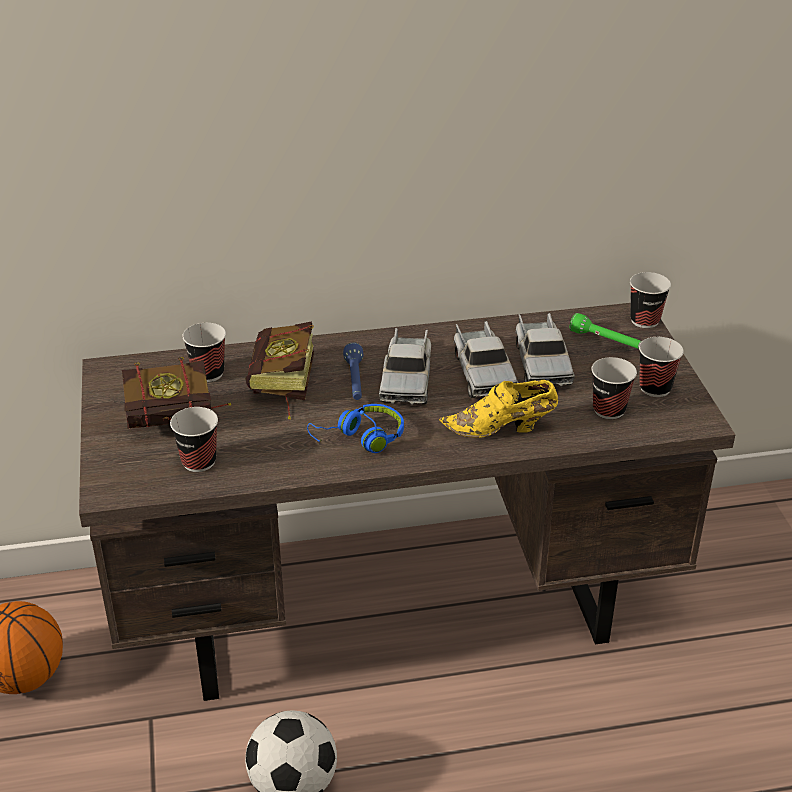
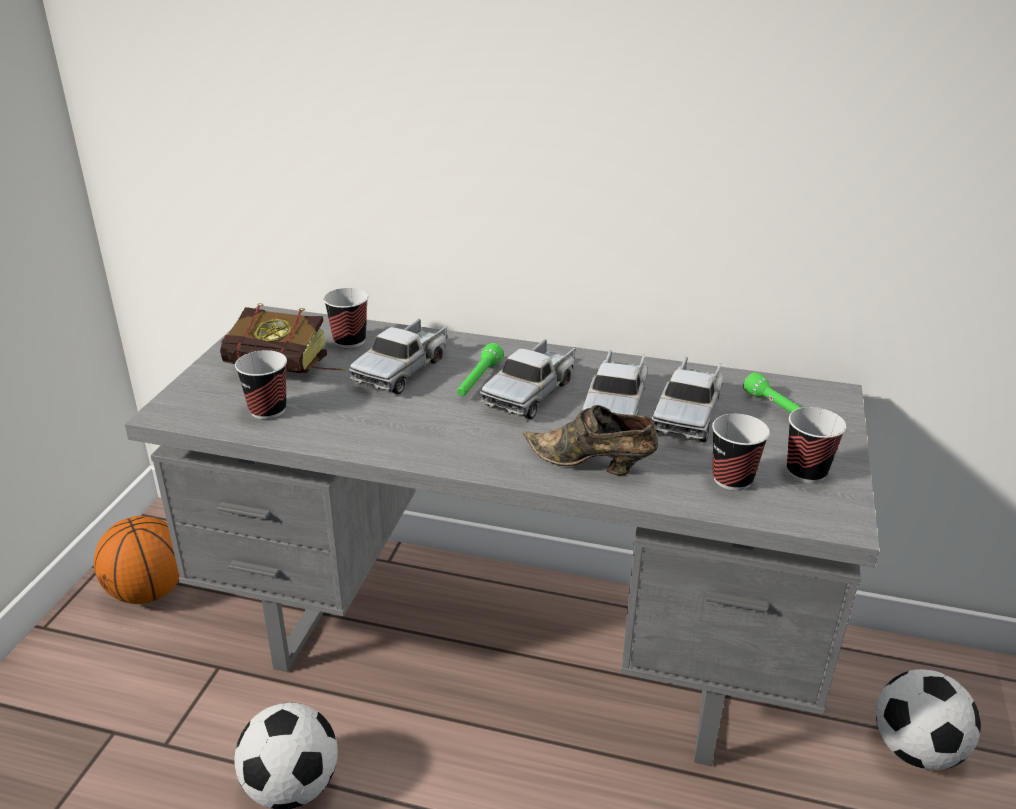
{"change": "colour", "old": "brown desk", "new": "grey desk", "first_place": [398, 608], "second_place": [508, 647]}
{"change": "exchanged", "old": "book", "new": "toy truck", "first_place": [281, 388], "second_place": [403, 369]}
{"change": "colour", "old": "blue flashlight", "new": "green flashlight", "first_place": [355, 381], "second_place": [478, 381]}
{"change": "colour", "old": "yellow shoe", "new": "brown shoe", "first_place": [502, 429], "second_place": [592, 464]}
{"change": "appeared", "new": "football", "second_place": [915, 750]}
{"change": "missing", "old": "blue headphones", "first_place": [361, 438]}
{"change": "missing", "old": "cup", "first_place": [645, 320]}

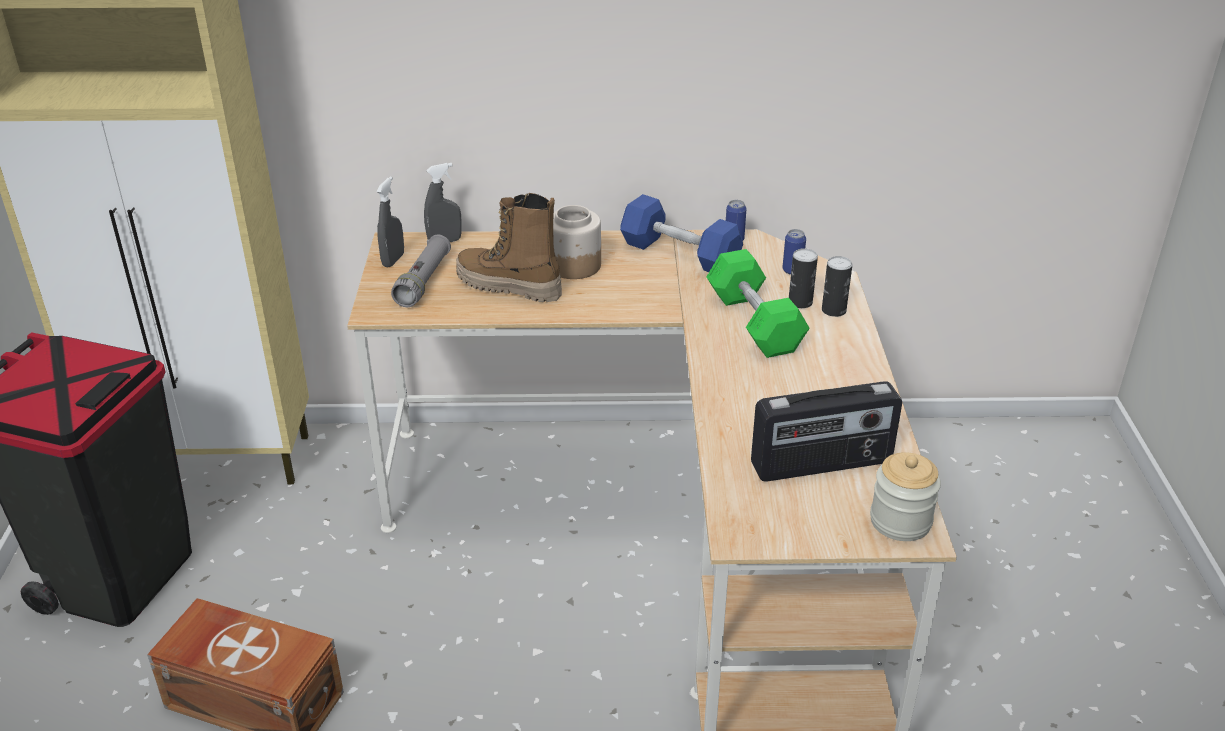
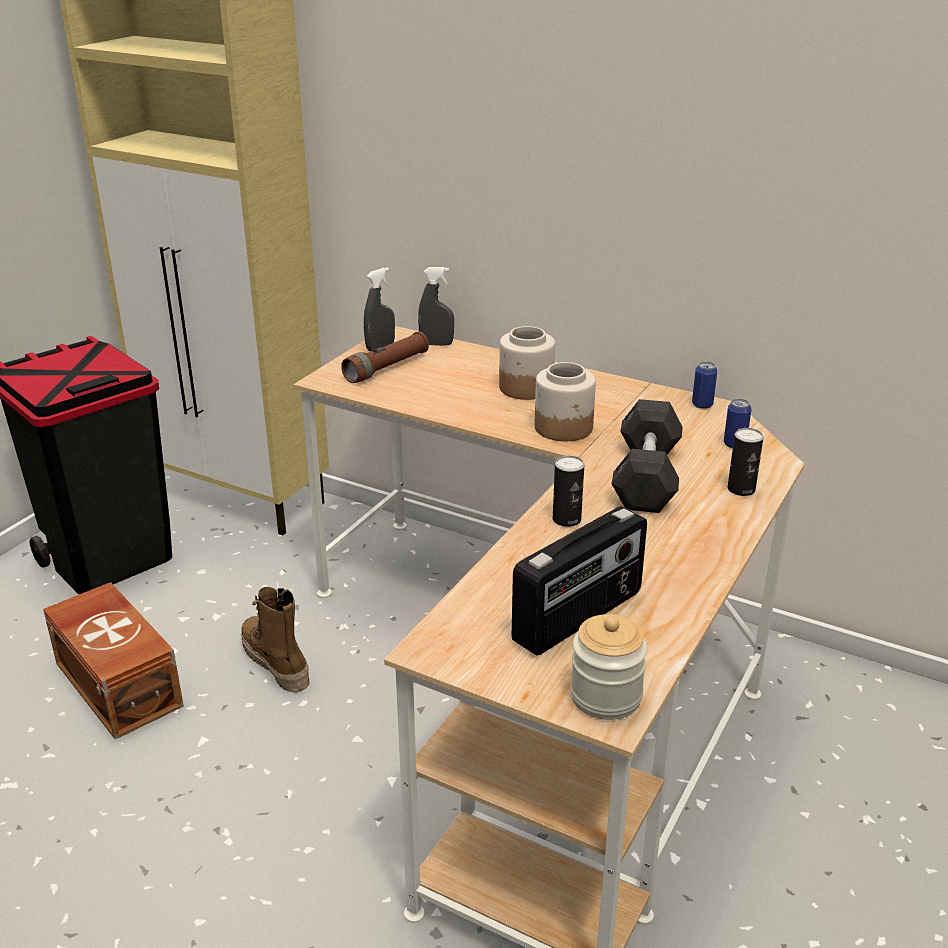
{"change": "relocated", "old": "boot", "first_place": [509, 287], "second_place": [275, 663]}
{"change": "colour", "old": "grey flashlight", "new": "brown flashlight", "first_place": [424, 281], "second_place": [387, 368]}
{"change": "spun", "old": "radio", "first_place": [822, 465], "second_place": [579, 617], "degrees": -60}
{"change": "appeared", "new": "jar", "second_place": [564, 428]}
{"change": "relocated", "old": "can", "first_place": [800, 302], "second_place": [566, 519]}
{"change": "colour", "old": "green dumbbell", "new": "grey dumbbell", "first_place": [754, 322], "second_place": [646, 477]}
{"change": "missing", "old": "blue dumbbell", "first_place": [680, 254]}

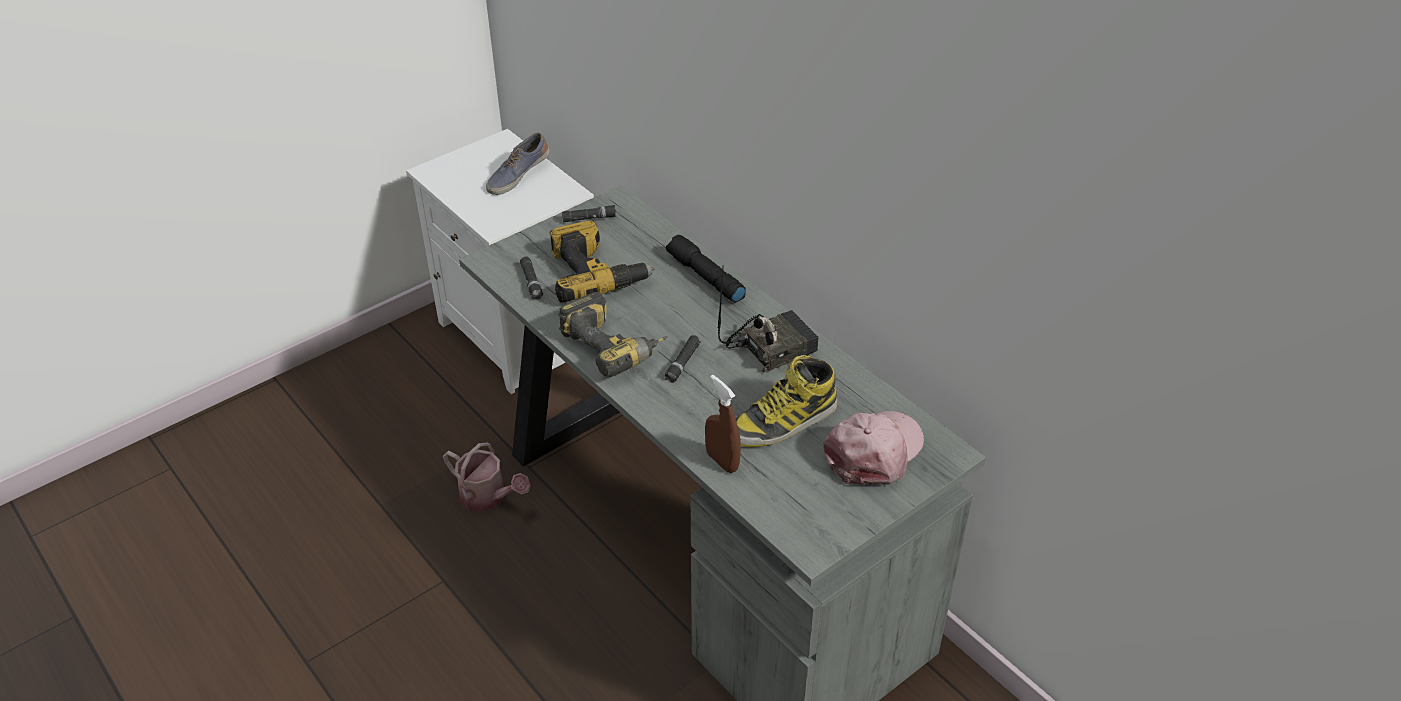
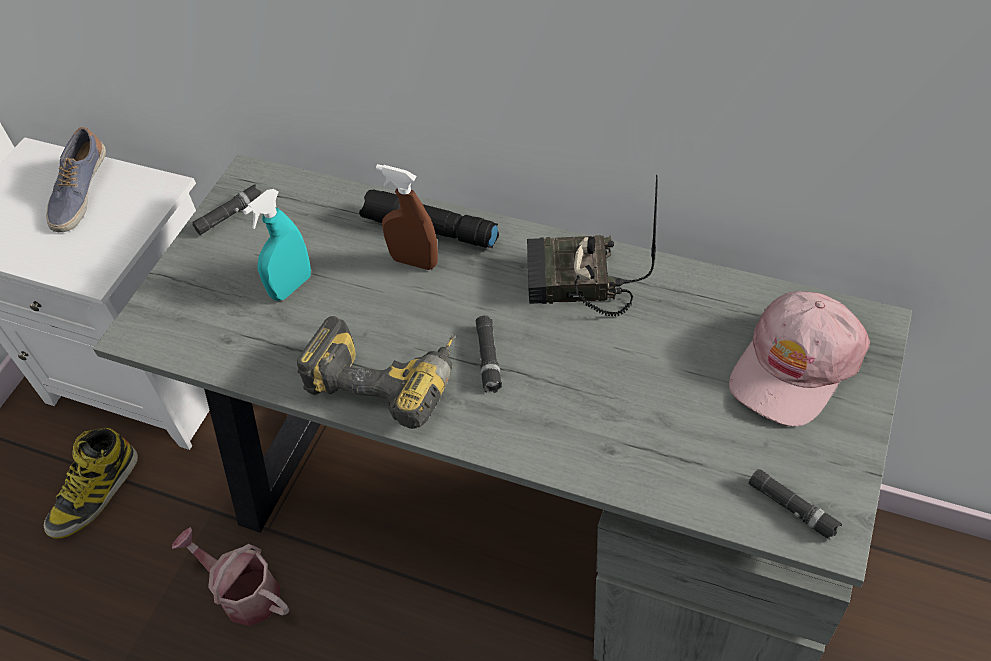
{"change": "relocated", "old": "boot", "first_place": [782, 422], "second_place": [95, 493]}
{"change": "spun", "old": "watering can", "first_place": [488, 497], "second_place": [244, 592], "degrees": -150}
{"change": "exchanged", "old": "power drill", "new": "turquoise spray bottle", "first_place": [596, 273], "second_place": [291, 286]}
{"change": "relocated", "old": "brown spray bottle", "first_place": [722, 461], "second_place": [414, 261]}
{"change": "spun", "old": "radio", "first_place": [771, 346], "second_place": [575, 285], "degrees": -120}
{"change": "spun", "old": "pink cap", "first_place": [874, 452], "second_place": [794, 366], "degrees": -150}
{"change": "relocated", "old": "black flashlight", "first_place": [531, 282], "second_place": [792, 508]}

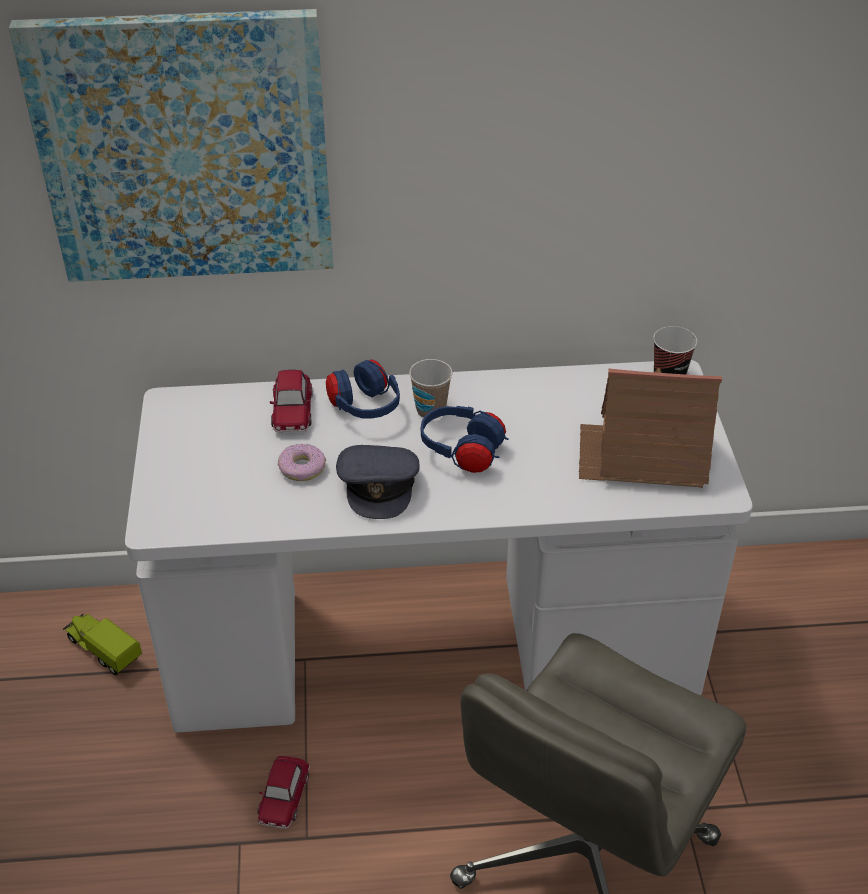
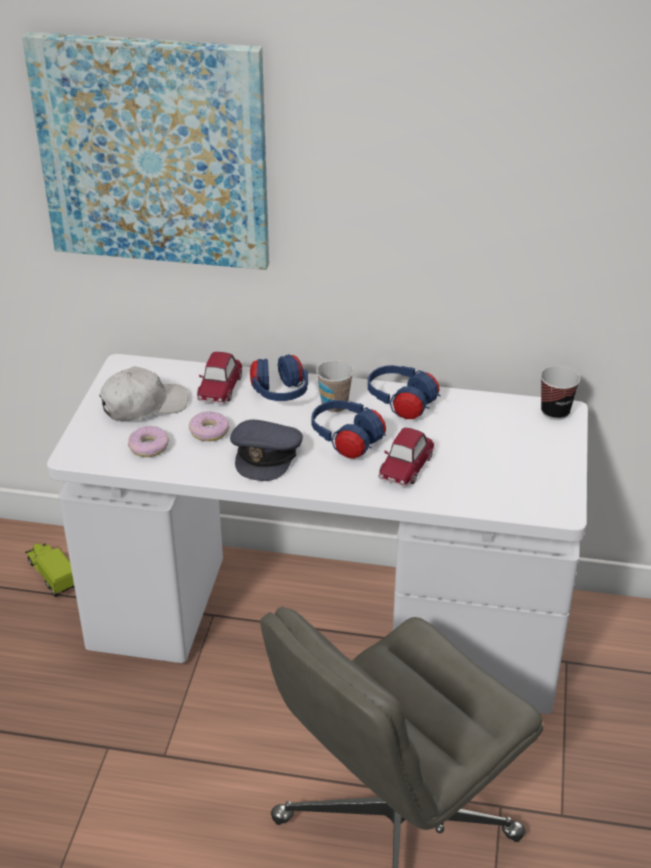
{"change": "appeared", "new": "white cap", "second_place": [143, 405]}
{"change": "appeared", "new": "donut", "second_place": [149, 447]}
{"change": "appeared", "new": "blue headphones", "second_place": [401, 405]}
{"change": "relocated", "old": "toy car", "first_place": [283, 797], "second_place": [405, 467]}
{"change": "missing", "old": "toy house", "first_place": [643, 456]}

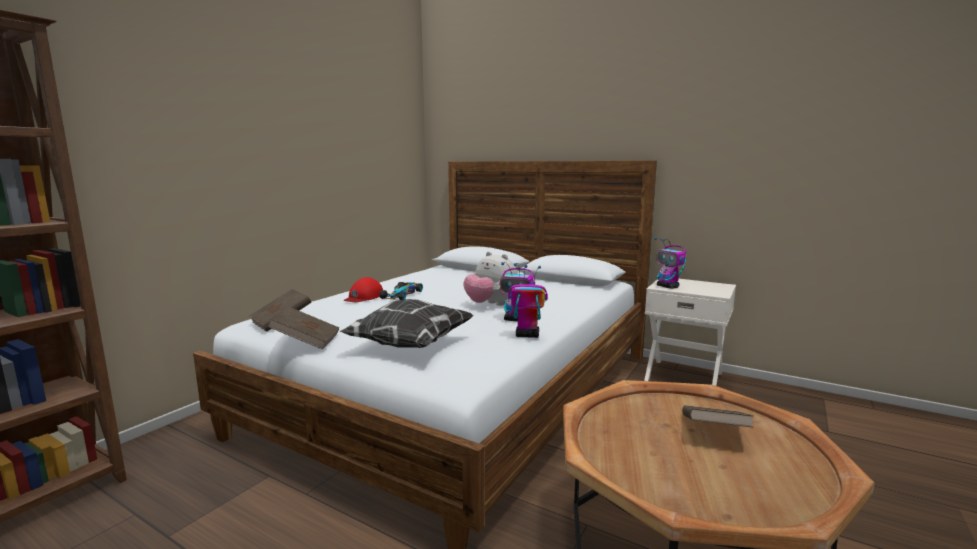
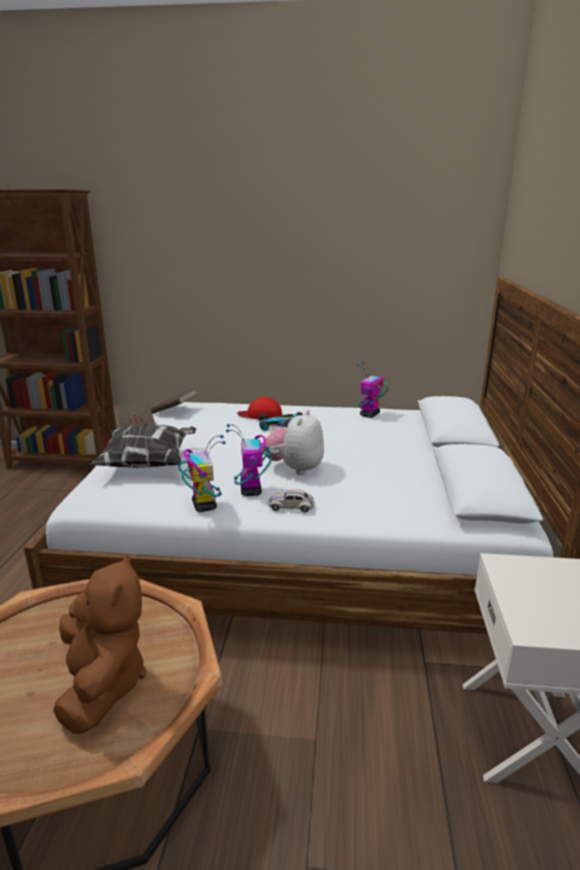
{"change": "exchanged", "old": "brown book", "new": "brown plush toy", "first_place": [713, 432], "second_place": [102, 685]}
{"change": "appeared", "new": "white toy car", "second_place": [291, 506]}
{"change": "relocated", "old": "toy robot", "first_place": [668, 287], "second_place": [369, 415]}

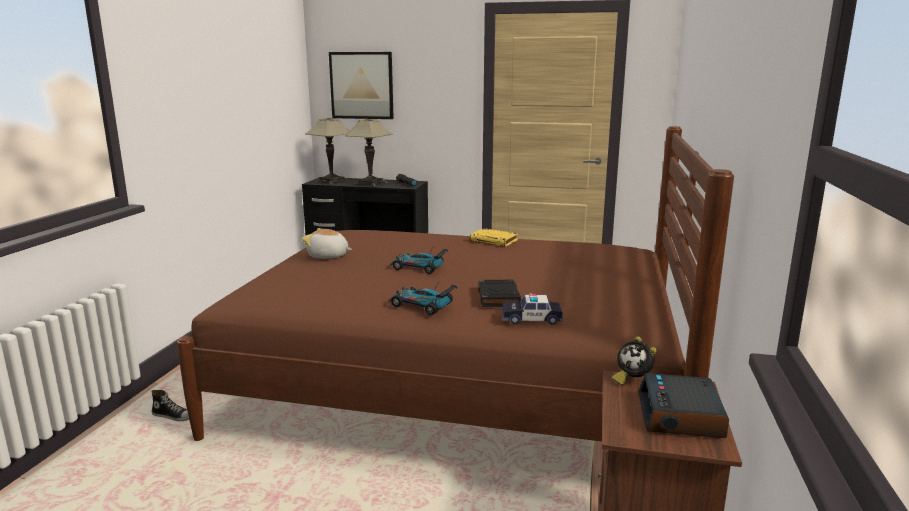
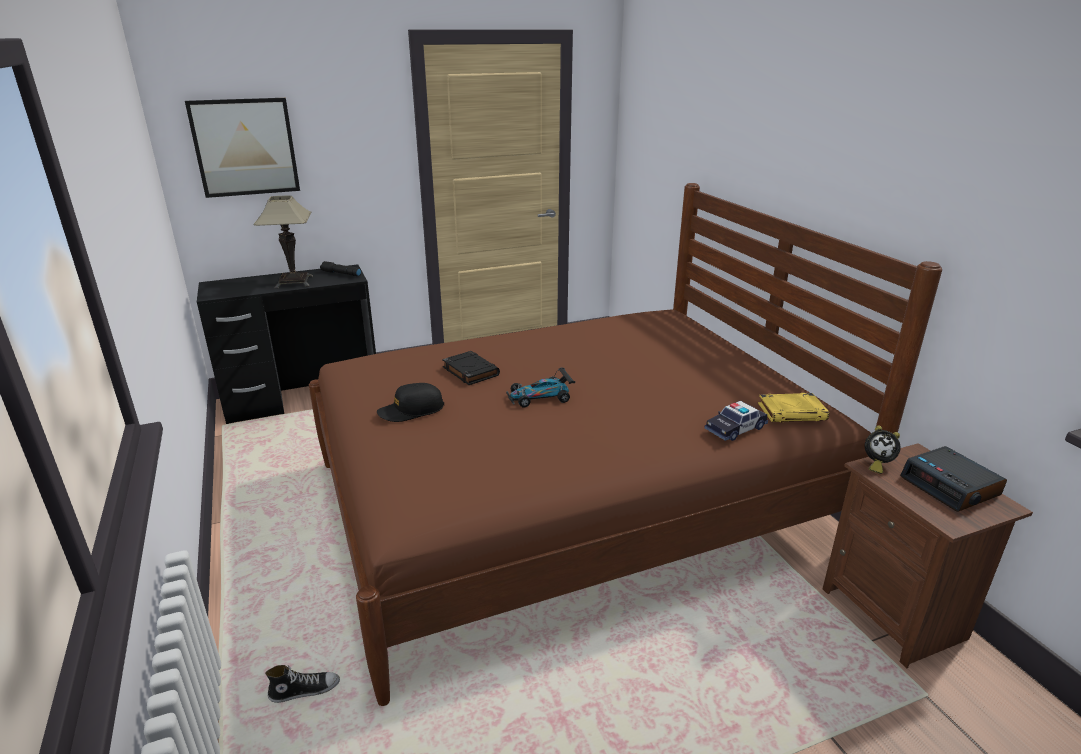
{"change": "exchanged", "old": "plush toy", "new": "black cap", "first_place": [328, 256], "second_place": [411, 411]}
{"change": "relocated", "old": "black book", "first_place": [498, 297], "second_place": [470, 371]}
{"change": "relocated", "old": "yellow book", "first_place": [494, 241], "second_place": [792, 412]}
{"change": "missing", "old": "table lamp", "first_place": [332, 181]}
{"change": "missing", "old": "toy car", "first_place": [422, 305]}

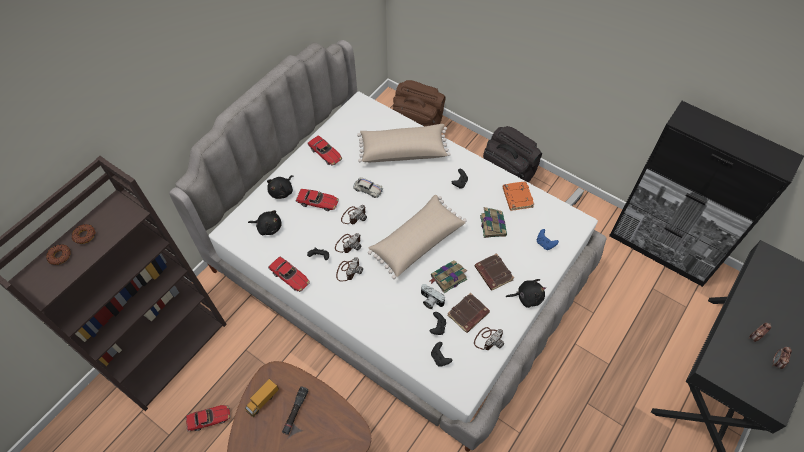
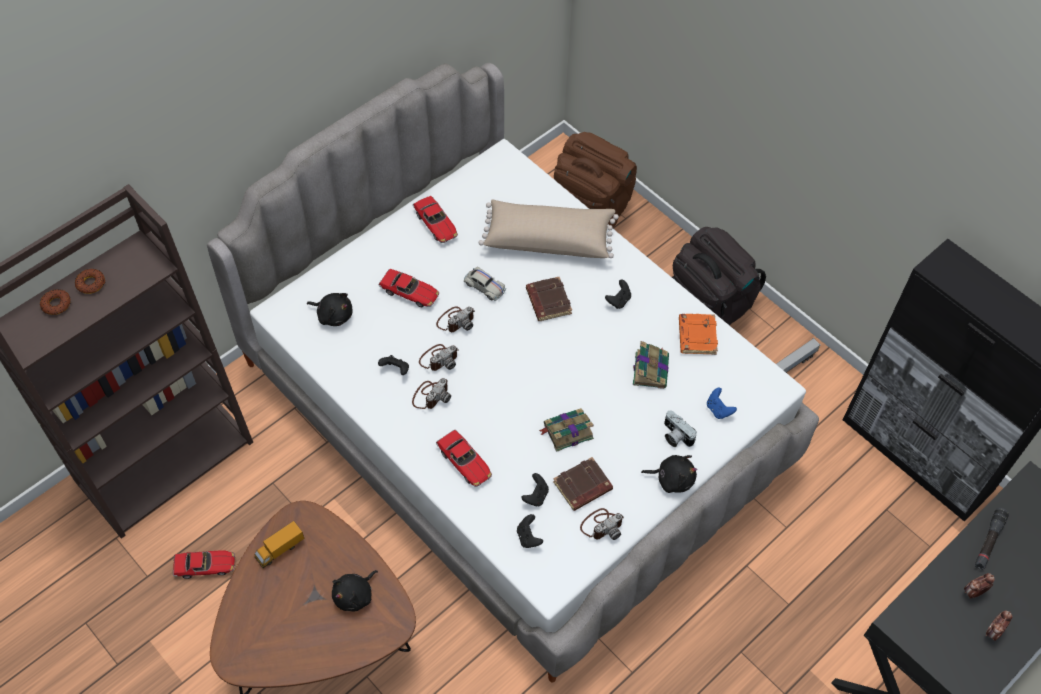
{"change": "relocated", "old": "black plush toy", "first_place": [282, 191], "second_place": [355, 595]}
{"change": "relocated", "old": "toy car", "first_place": [290, 277], "second_place": [464, 462]}
{"change": "relocated", "old": "brown book", "first_place": [492, 273], "second_place": [547, 301]}
{"change": "relocated", "old": "photo camera", "first_place": [430, 301], "second_place": [675, 436]}
{"change": "relocated", "old": "black flashlight", "first_place": [295, 411], "second_place": [988, 541]}
{"change": "missing", "old": "beige pillow", "first_place": [416, 241]}

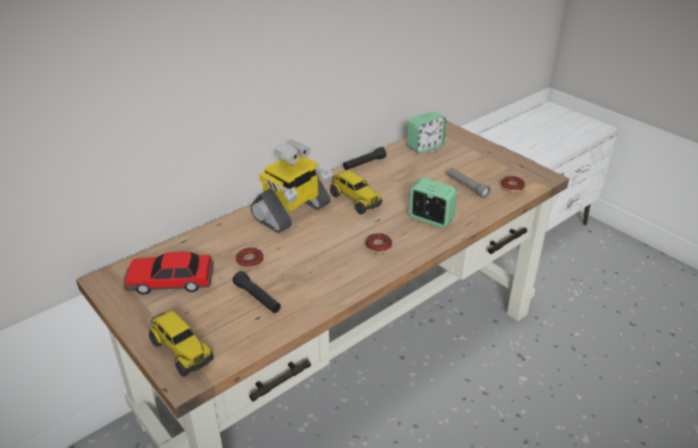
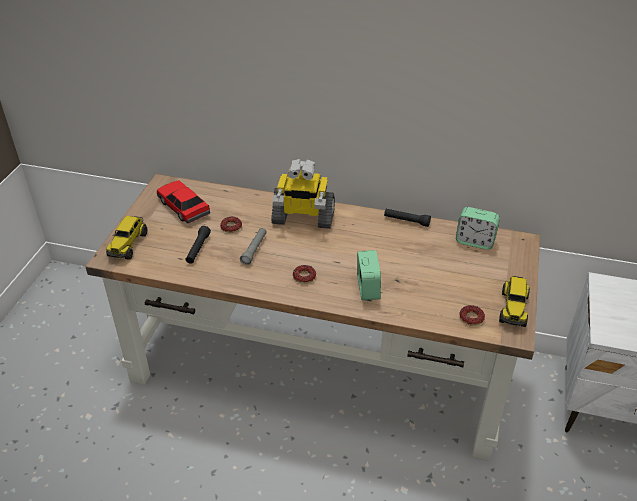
{"change": "relocated", "old": "grey flashlight", "first_place": [467, 187], "second_place": [254, 250]}
{"change": "relocated", "old": "toy truck", "first_place": [355, 200], "second_place": [513, 308]}

